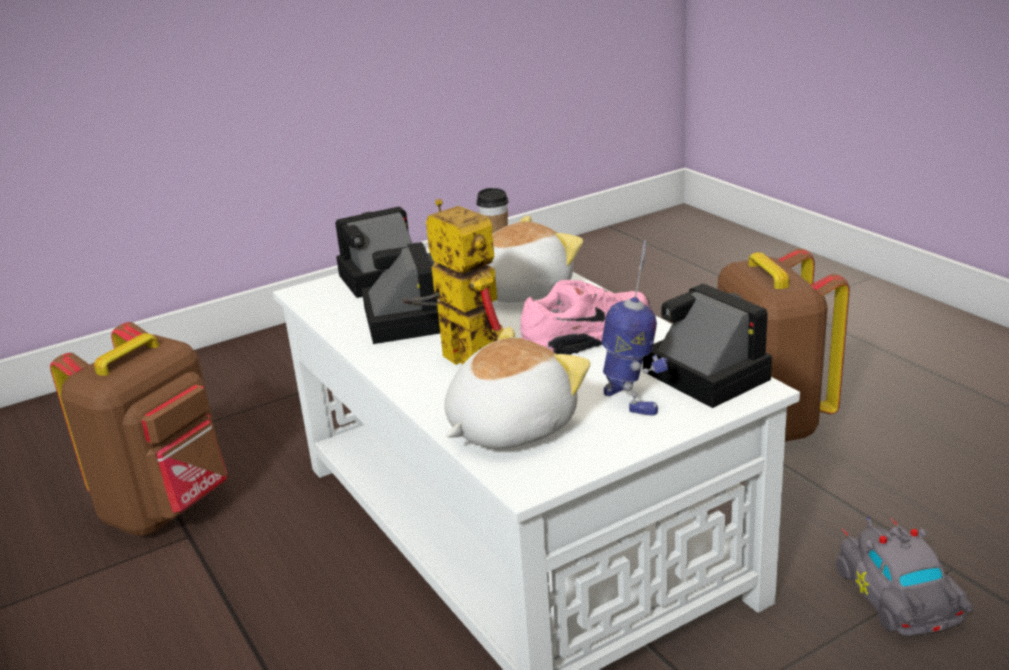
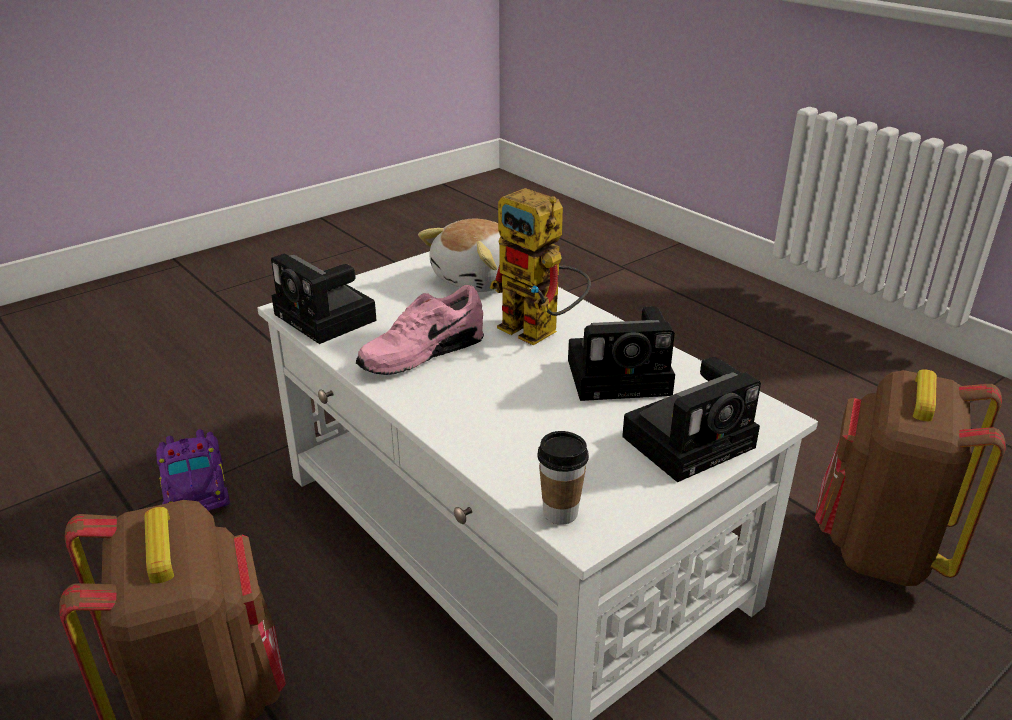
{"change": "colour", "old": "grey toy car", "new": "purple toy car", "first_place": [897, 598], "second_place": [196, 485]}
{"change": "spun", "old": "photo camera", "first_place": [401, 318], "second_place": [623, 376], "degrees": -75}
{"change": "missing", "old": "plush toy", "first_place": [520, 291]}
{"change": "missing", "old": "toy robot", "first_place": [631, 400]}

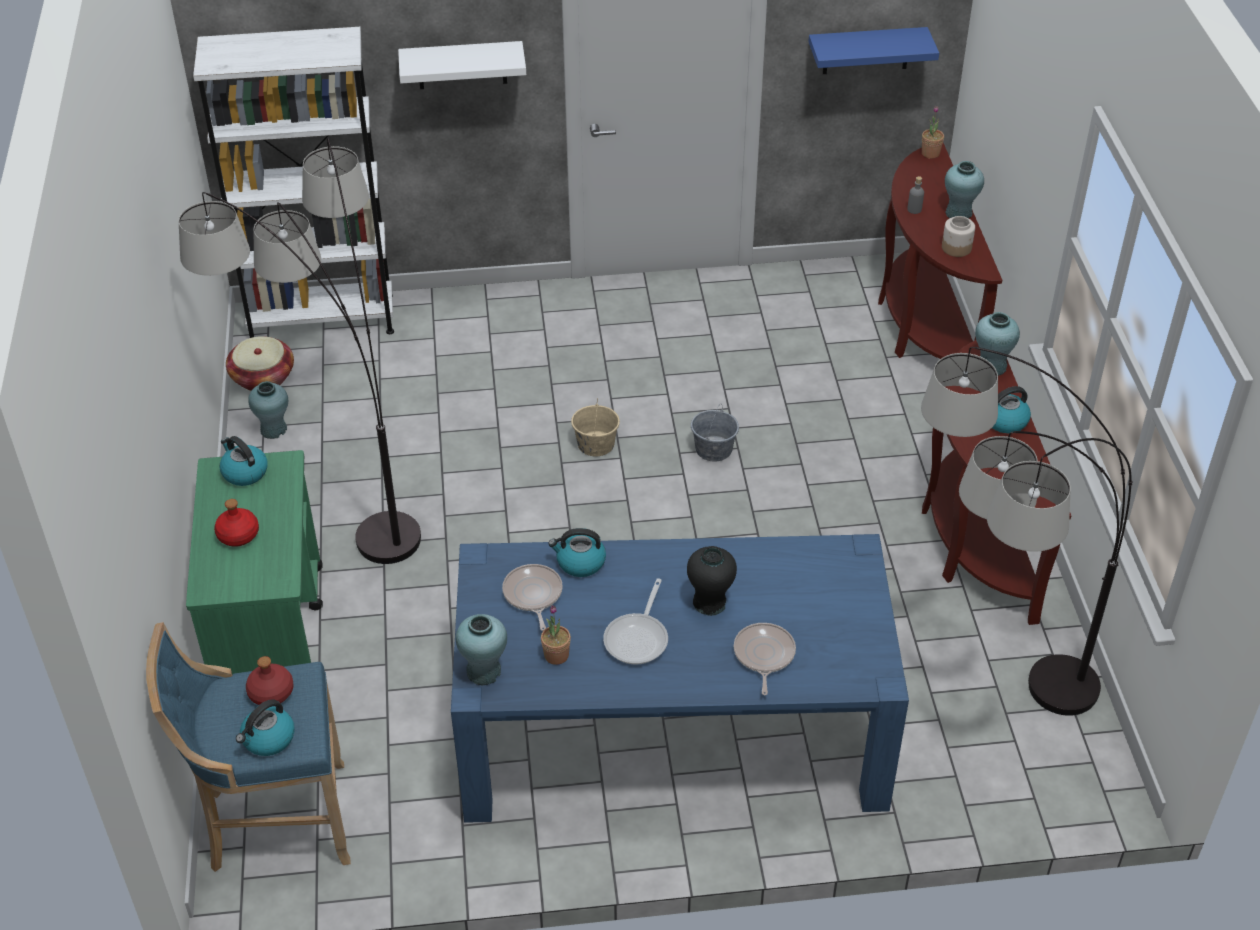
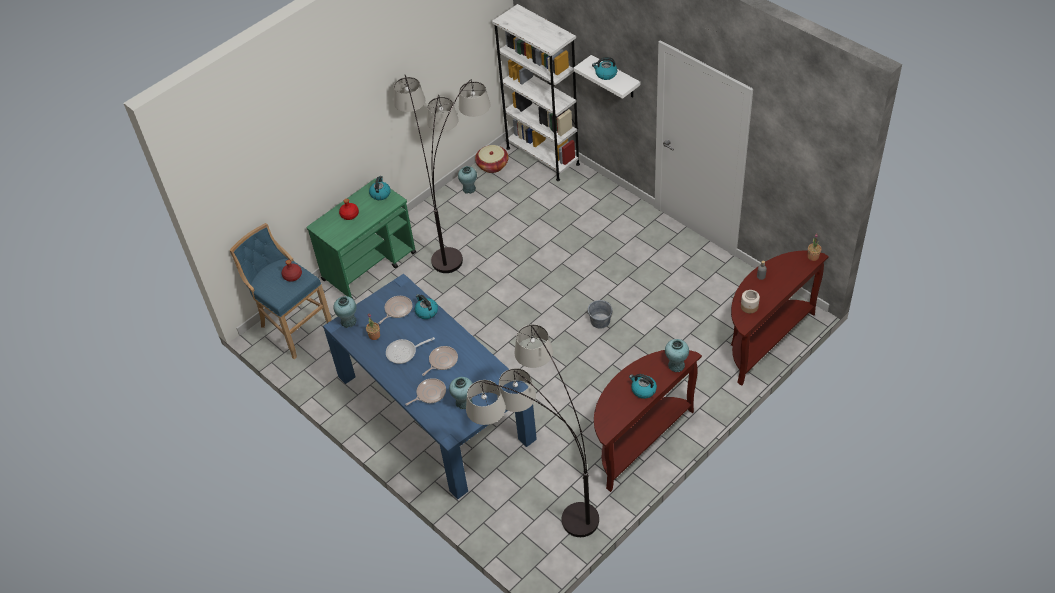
{"change": "exchanged", "old": "black vase", "new": "frying pan", "first_place": [709, 602], "second_place": [442, 361]}
{"change": "relocated", "old": "turquoise vase", "first_place": [959, 213], "second_place": [464, 402]}
{"change": "relocated", "old": "kettle", "first_place": [268, 739], "second_place": [605, 74]}
{"change": "missing", "old": "beige bucket", "first_place": [596, 444]}
{"change": "missing", "old": "blue shelf", "first_place": [866, 50]}

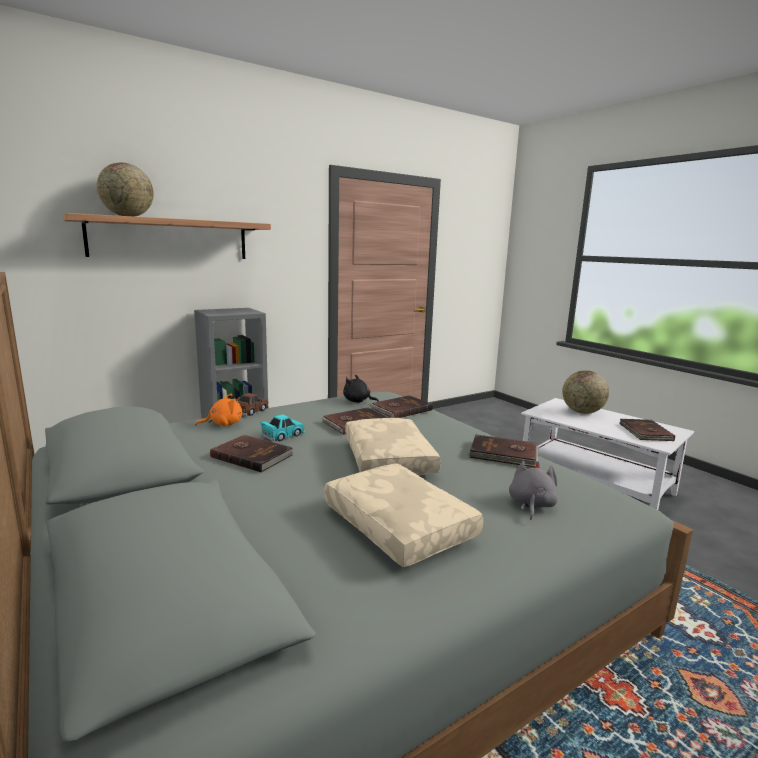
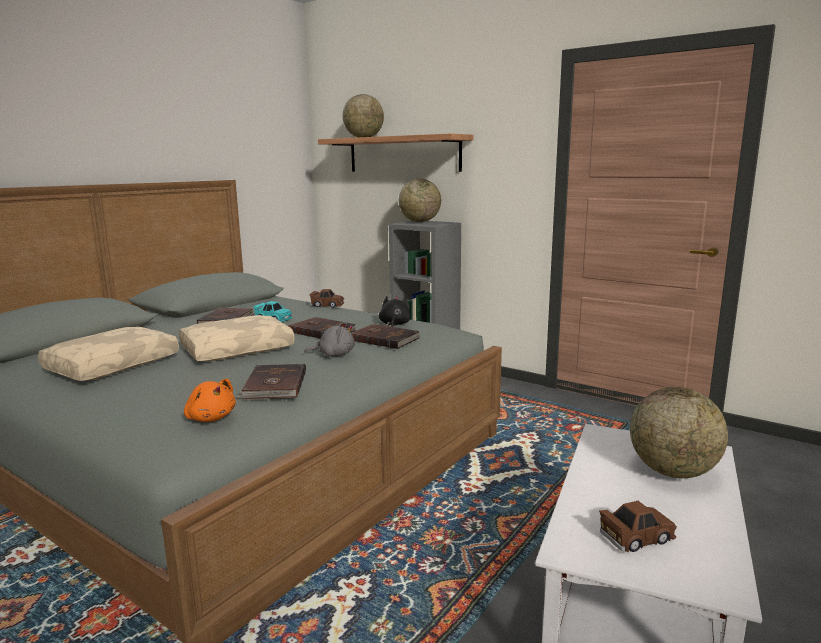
{"change": "relocated", "old": "orange plush toy", "first_place": [223, 424], "second_place": [210, 418]}
{"change": "relocated", "old": "grey plush toy", "first_place": [531, 505], "second_place": [334, 354]}
{"change": "appeared", "new": "globe", "second_place": [419, 221]}
{"change": "exchanged", "old": "brown book", "new": "brown toy car", "first_place": [644, 432], "second_place": [636, 537]}

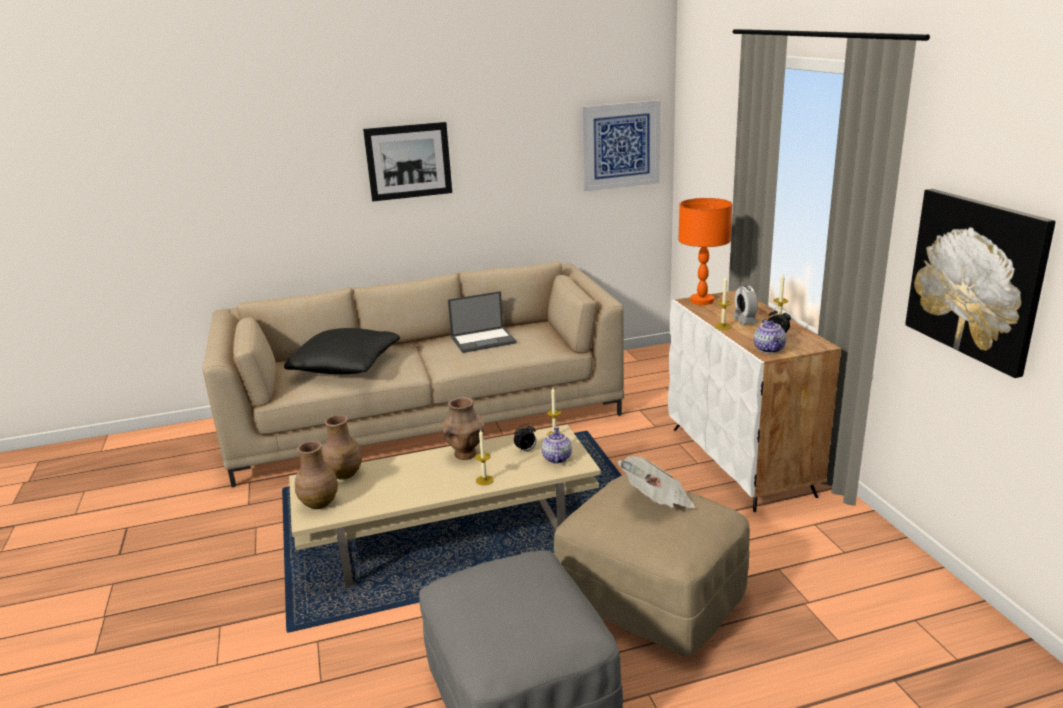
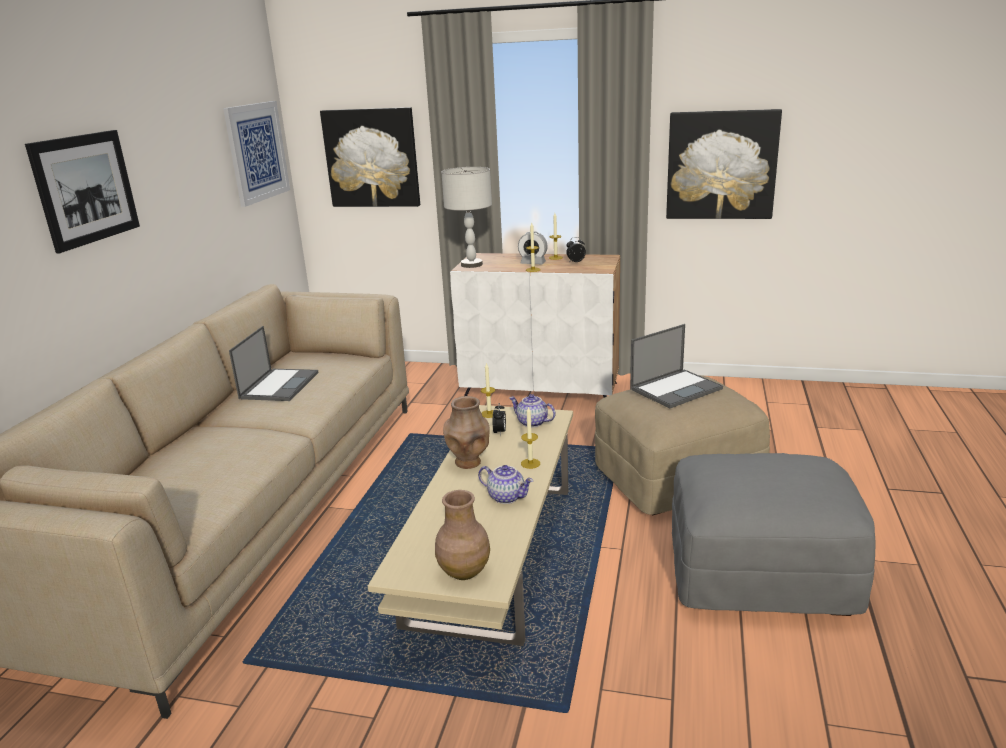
{"change": "appeared", "new": "picture", "second_place": [372, 158]}
{"change": "colour", "old": "orange table lamp", "new": "grey table lamp", "first_place": [701, 301], "second_place": [471, 265]}
{"change": "relocated", "old": "teapot", "first_place": [769, 349], "second_place": [507, 497]}
{"change": "exchanged", "old": "newspaper", "new": "laptop", "first_place": [657, 500], "second_place": [676, 388]}
{"change": "missing", "old": "black pillow", "first_place": [346, 366]}
{"change": "missing", "old": "brown vase", "first_place": [345, 474]}

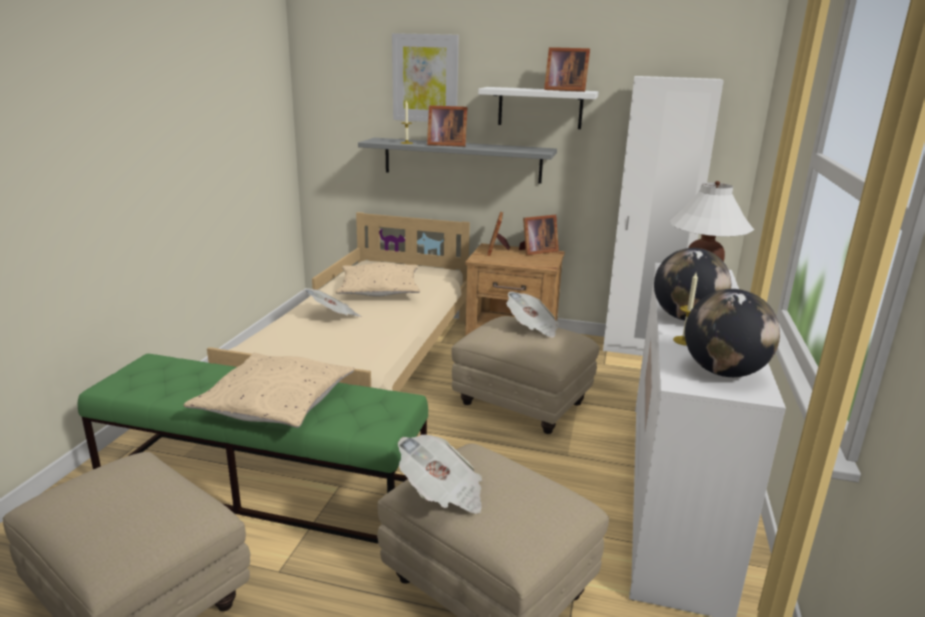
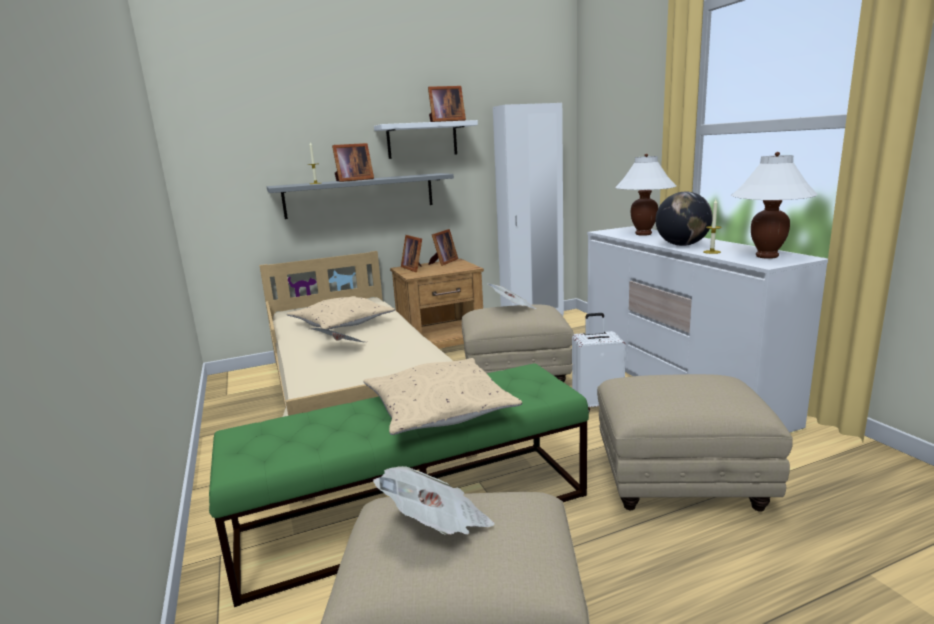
{"change": "relocated", "old": "newspaper", "first_place": [442, 493], "second_place": [437, 526]}
{"change": "appeared", "new": "white suitcase", "second_place": [597, 405]}
{"change": "exchanged", "old": "globe", "new": "white table lamp", "first_place": [723, 372], "second_place": [767, 256]}
{"change": "missing", "old": "picture", "first_place": [425, 78]}

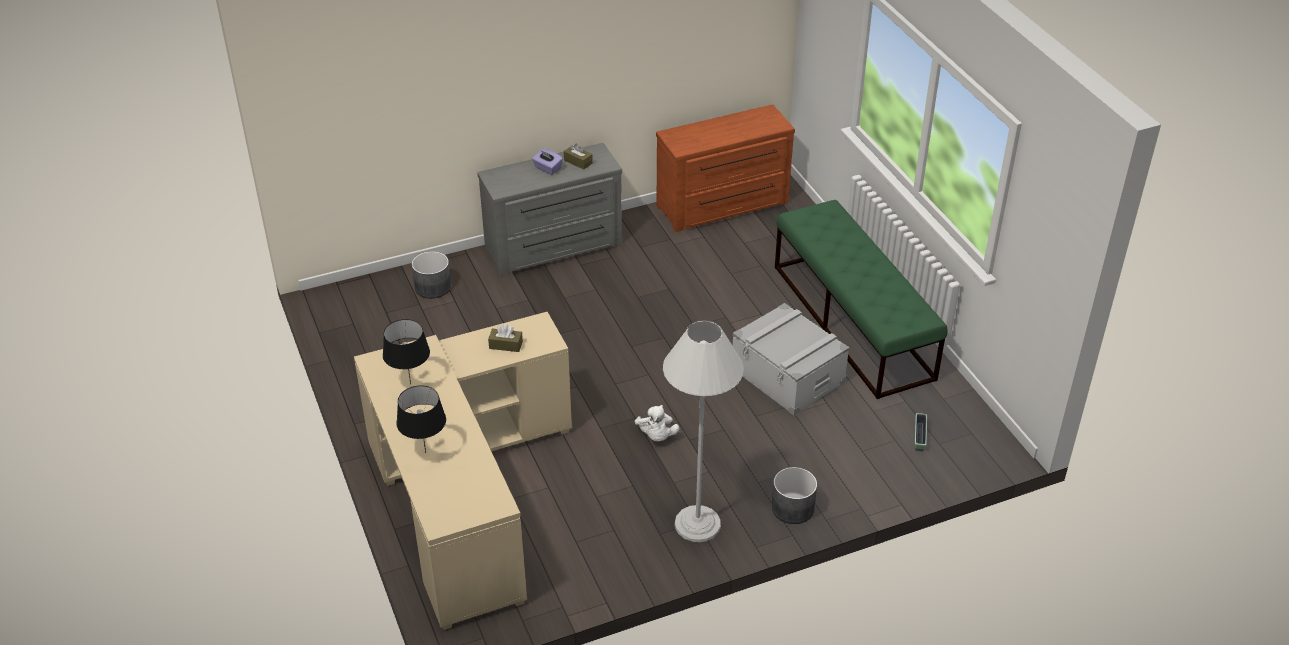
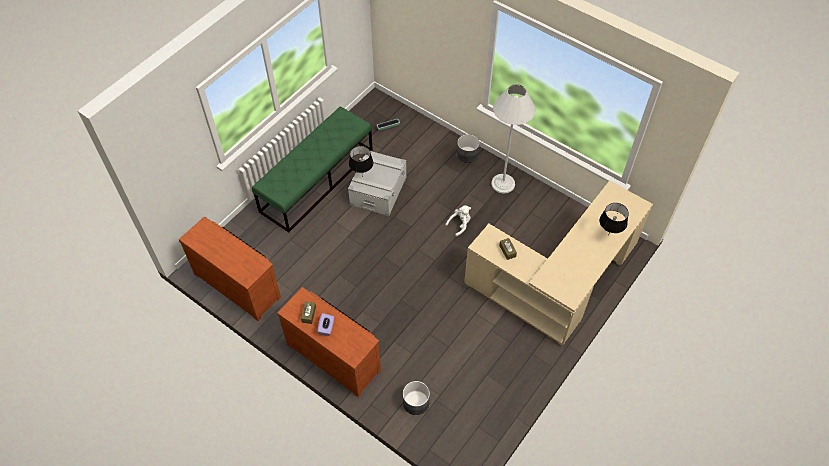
{"change": "colour", "old": "grey dresser", "new": "brown dresser", "first_place": [555, 247], "second_place": [335, 355]}
{"change": "relocated", "old": "black table lamp", "first_place": [411, 384], "second_place": [362, 176]}

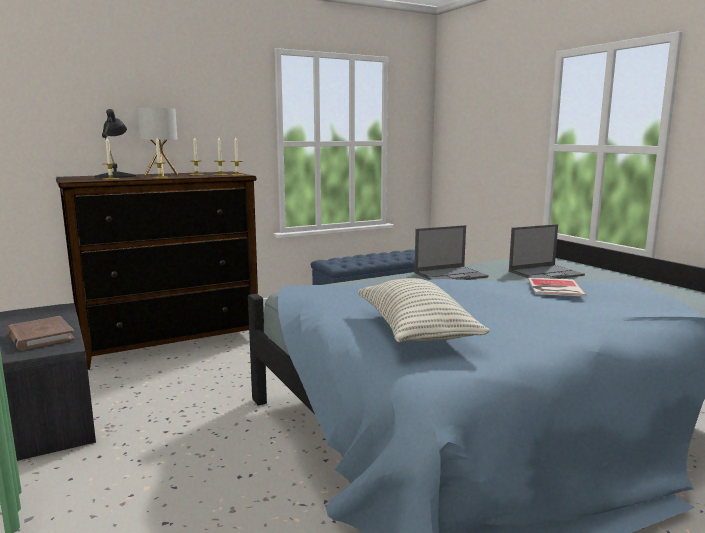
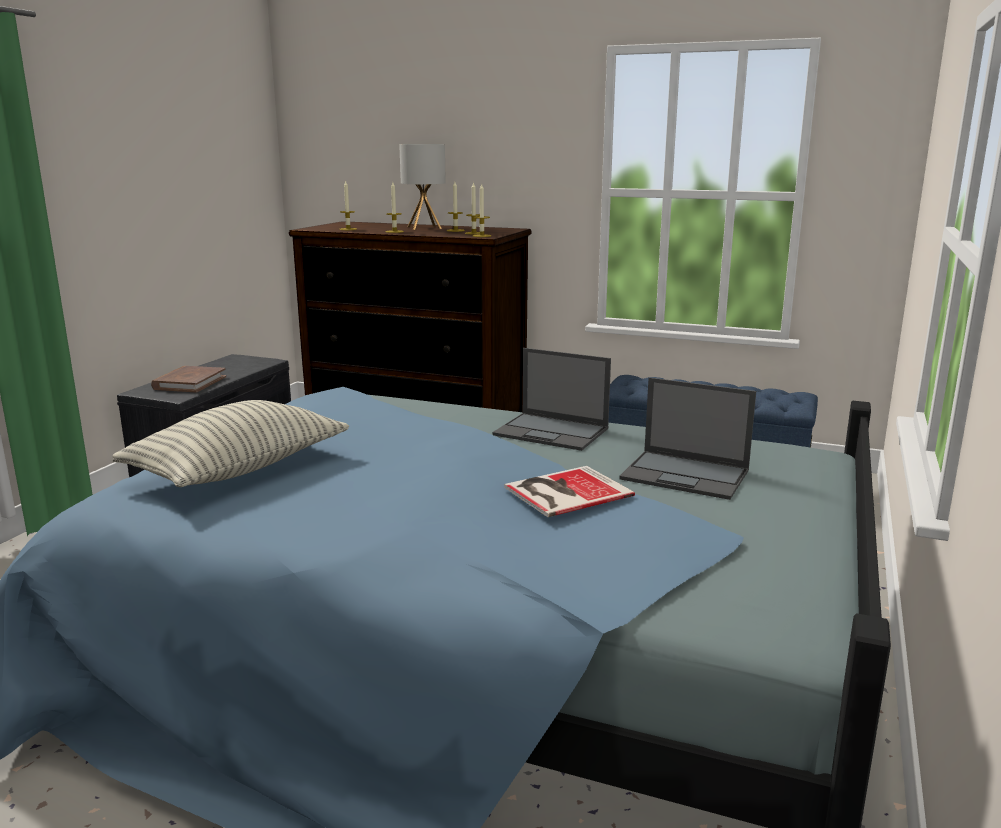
{"change": "missing", "old": "black table lamp", "first_place": [116, 176]}

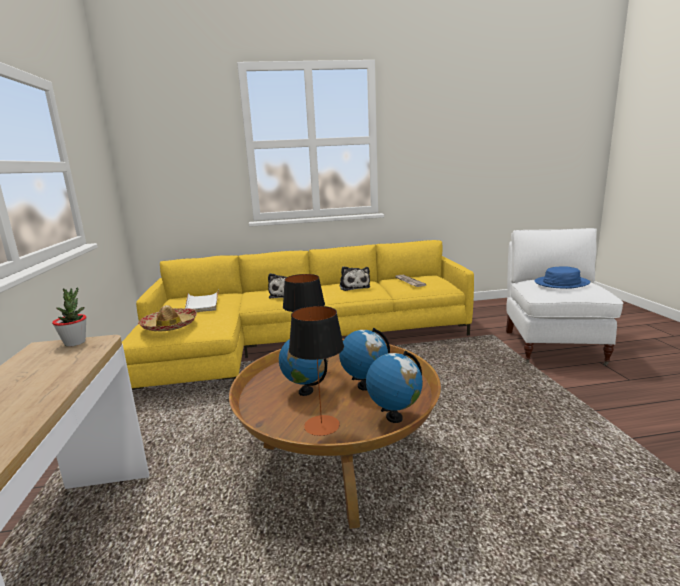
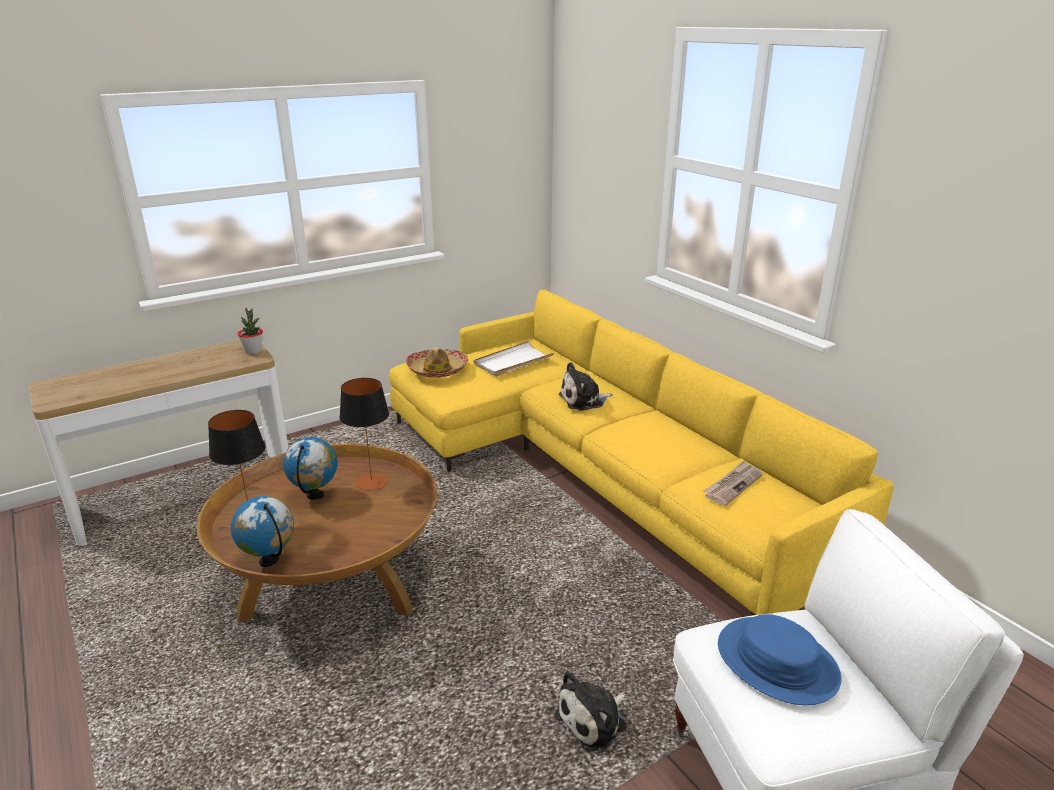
{"change": "relocated", "old": "plush toy", "first_place": [354, 287], "second_place": [594, 720]}
{"change": "missing", "old": "globe", "first_place": [364, 386]}

